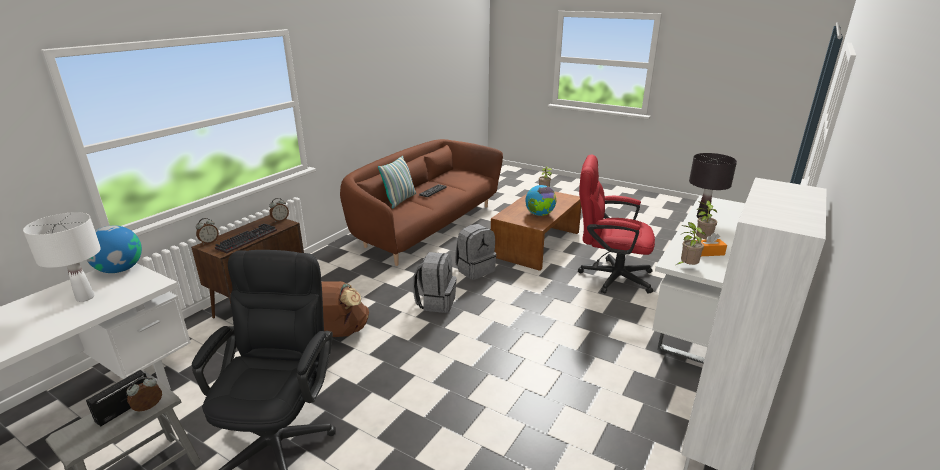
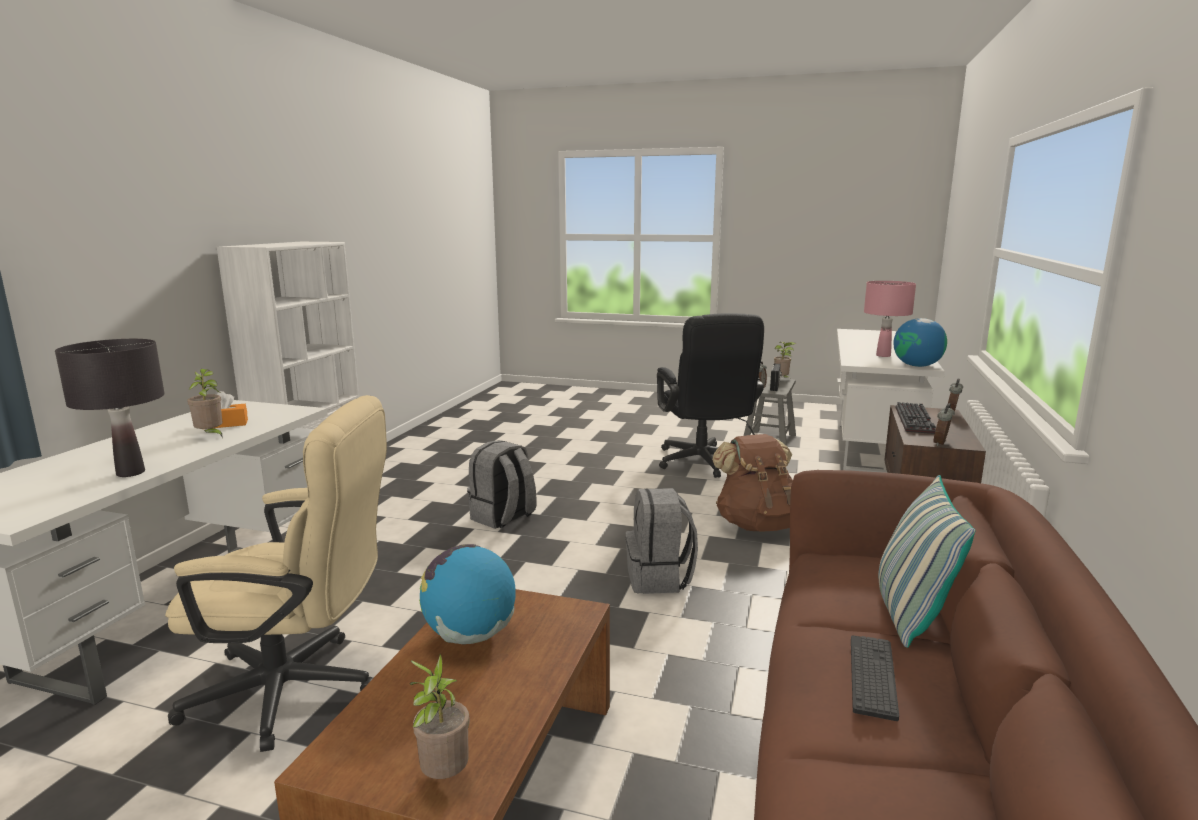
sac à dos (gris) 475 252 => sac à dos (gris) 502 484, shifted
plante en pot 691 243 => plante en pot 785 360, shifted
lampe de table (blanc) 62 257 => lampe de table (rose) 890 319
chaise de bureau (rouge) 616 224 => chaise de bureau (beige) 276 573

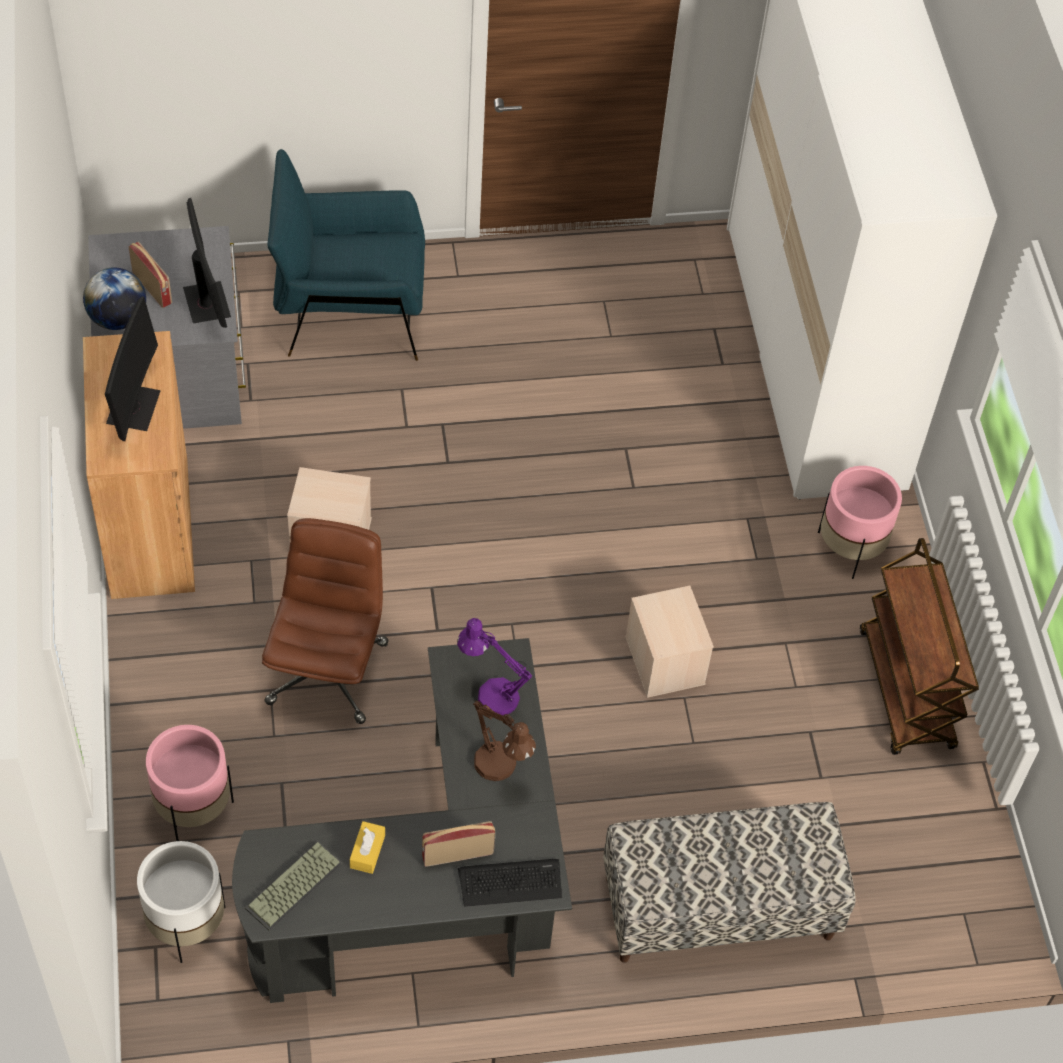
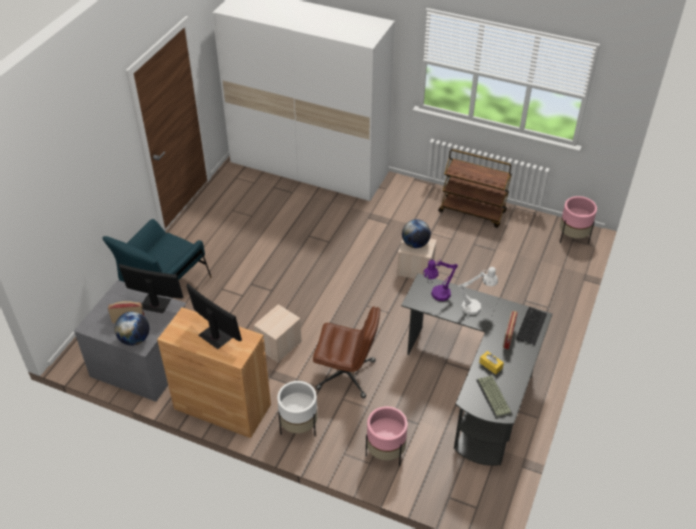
banc 729 882 => nothing
nothing => globe 416 233
cache-pot (blanc) 181 902 => cache-pot (blanc) 297 408, shifted
cache-pot (rose) 860 522 => cache-pot (rose) 578 220, shifted
lampe de table (marron) 504 741 => lampe de table (blanc) 478 291
chaise de bureau (marron) 325 621 => chaise de bureau (marron) 346 352, 150 degrees clockwise

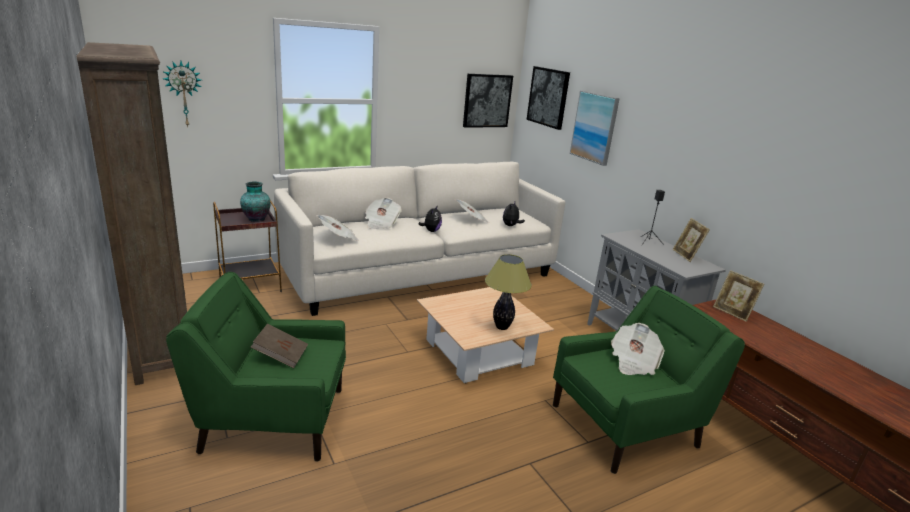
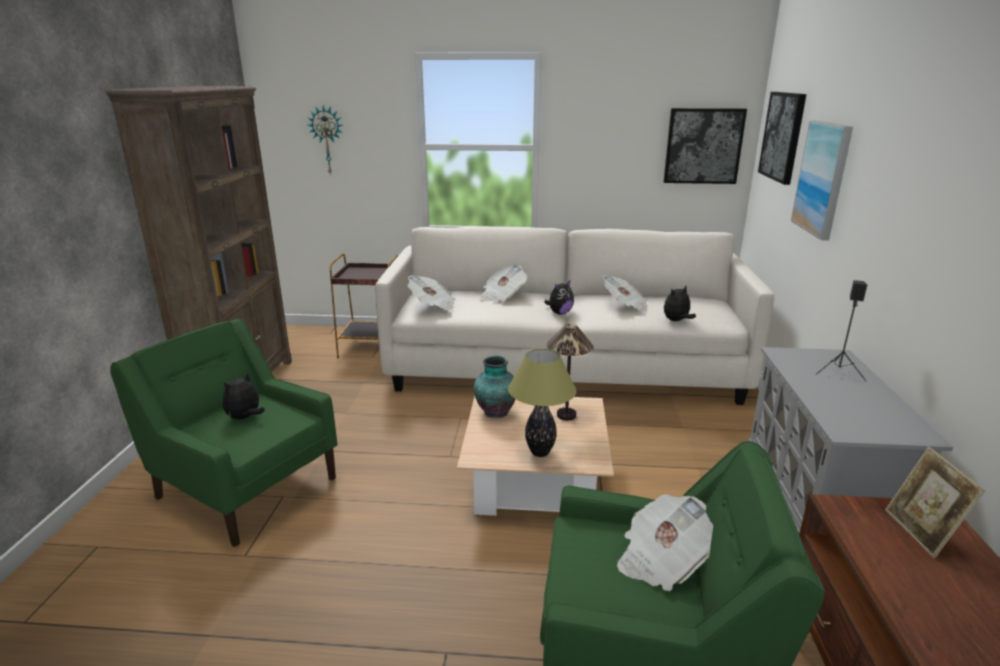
cadre photo 691 240 => nothing
nothing => lampe de table 570 372
vase 255 201 => vase 495 387, shifted
livre (marron) 279 346 => peluche 243 396

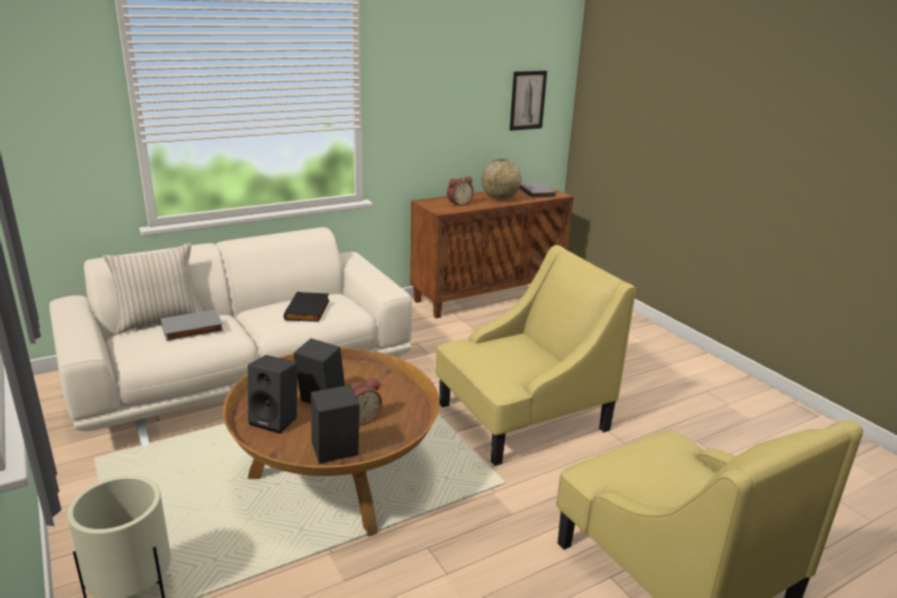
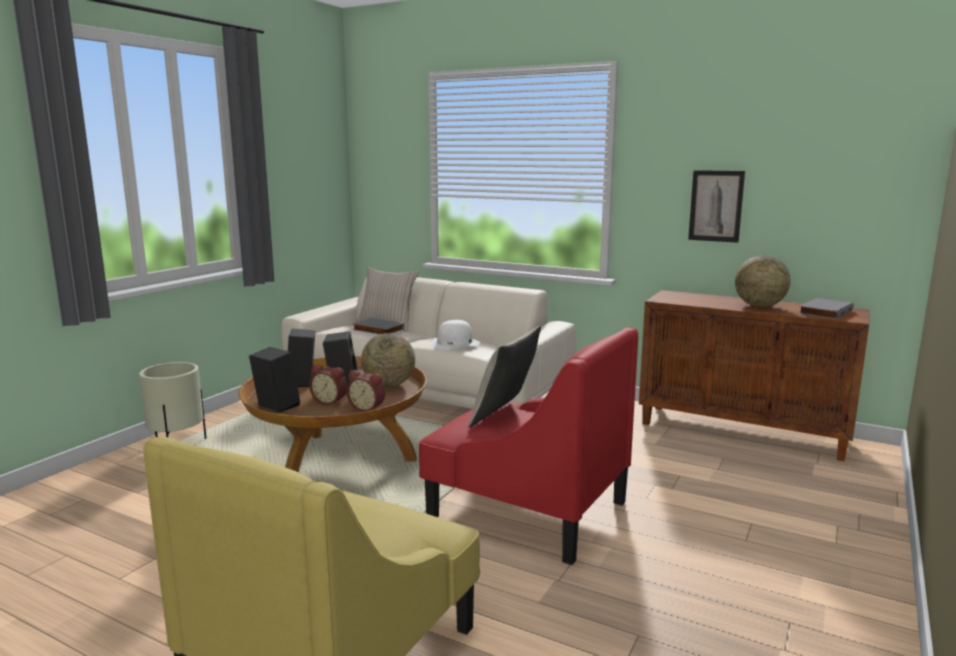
nothing => globe 388 360
nothing => coussin (beige) 505 376
réveil 460 191 => réveil 365 391, shifted
tableau 528 101 => tableau 716 206, shifted
livre (noir) 306 307 => chapeau (blanc) 454 334
fauteuil (jaune) 536 355 => fauteuil (rouge) 528 446

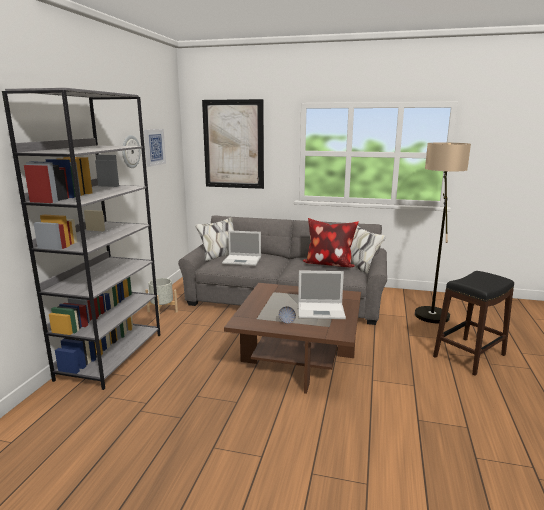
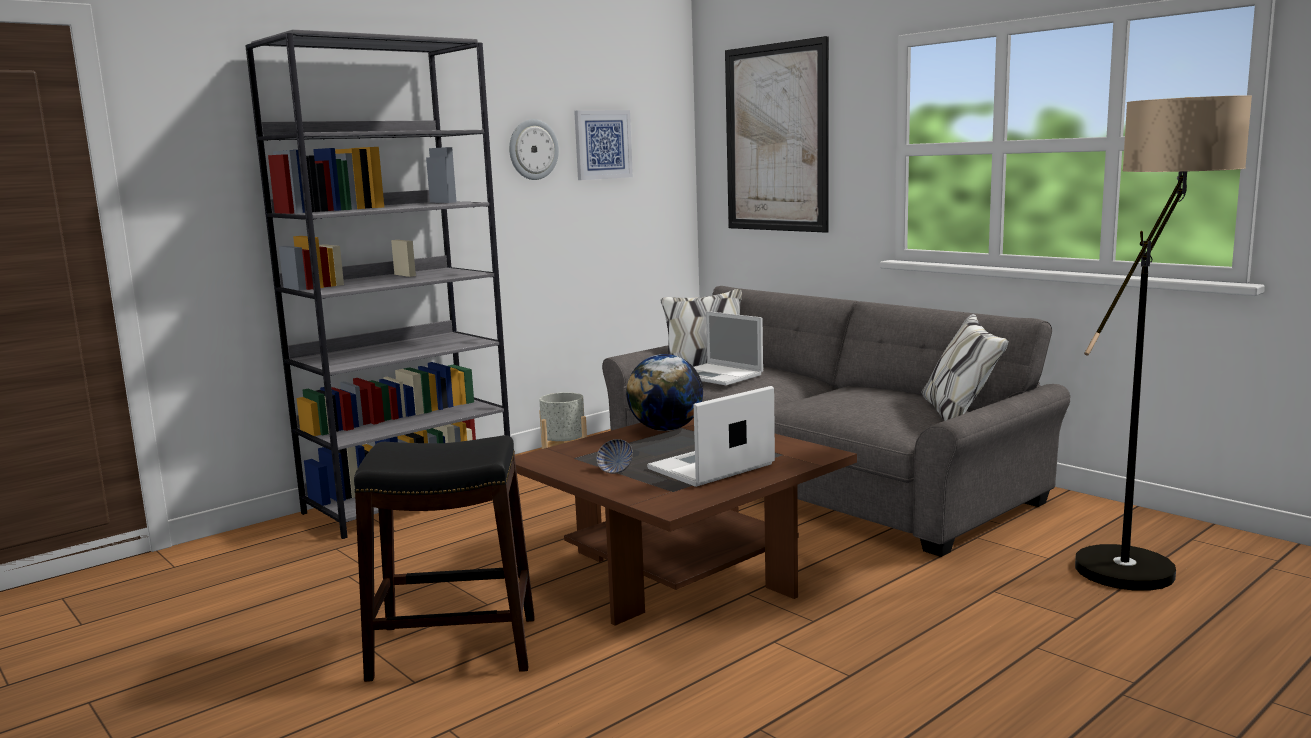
coussin 330 242 => nothing
nothing => globe 664 392
tabouret (noir) 473 323 => tabouret (noir) 444 558, shifted
ordinateur portable 322 294 => ordinateur portable 711 436, 105 degrees clockwise

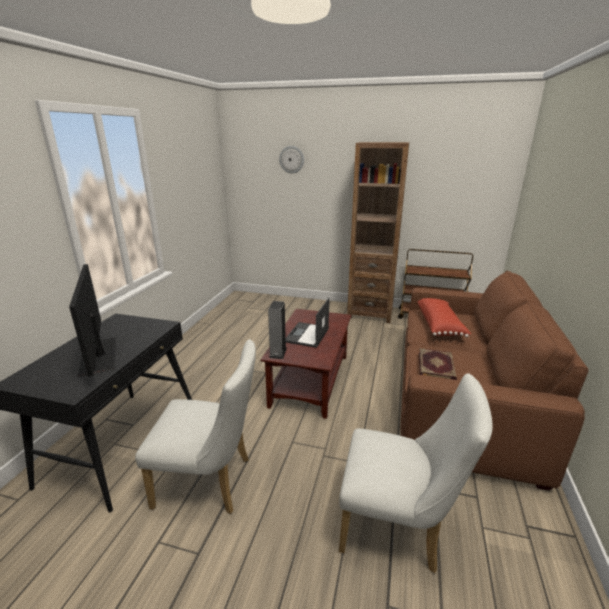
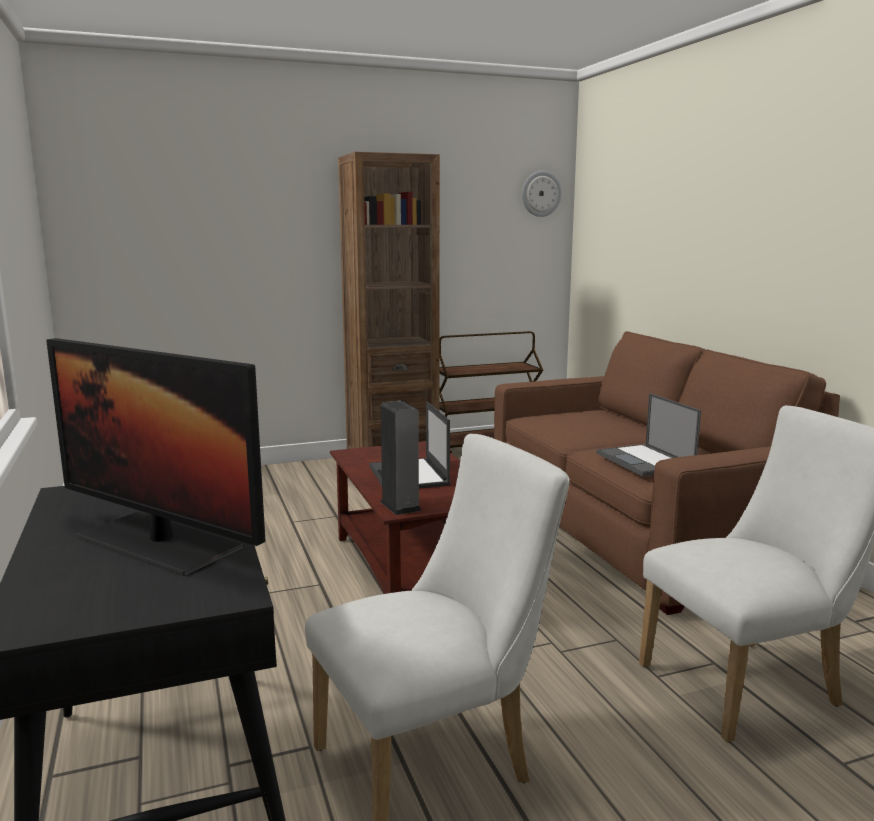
coussin (rouge) 444 317 => nothing
horloge murale 291 159 => horloge murale 542 194, shifted
livre 438 364 => ordinateur portable 648 435

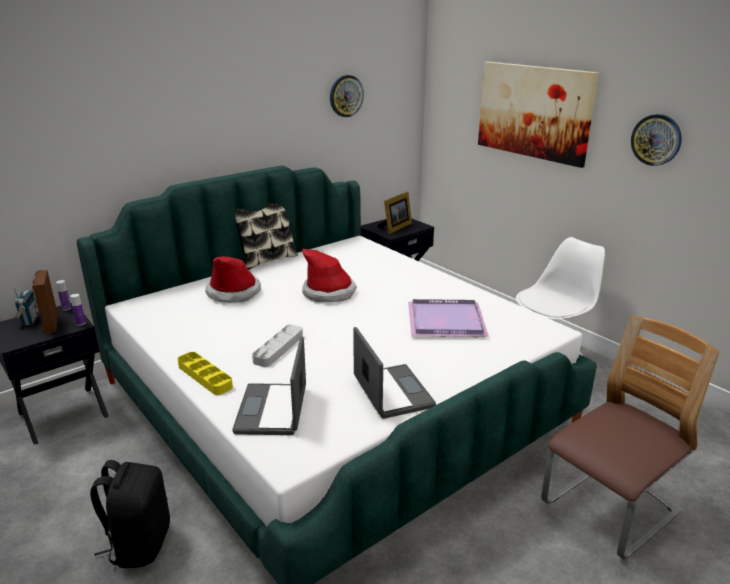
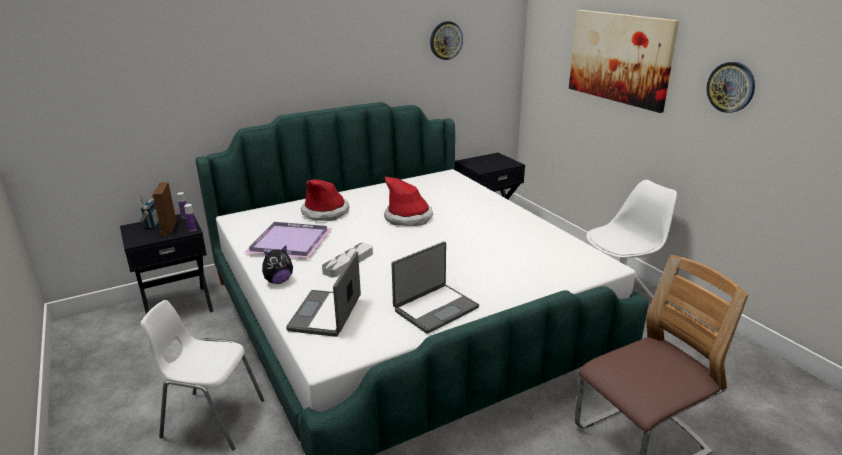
coussin 266 236 => nothing
cadre photo 394 213 => nothing
plateau (violet) 448 318 => plateau (violet) 288 240, shifted
sac à dos (noir) 130 514 => chaise (blanc) 202 375
plateau (jaune) 205 373 => peluche 277 265
ordinateur portable 394 373 => ordinateur portable 435 288, 60 degrees clockwise

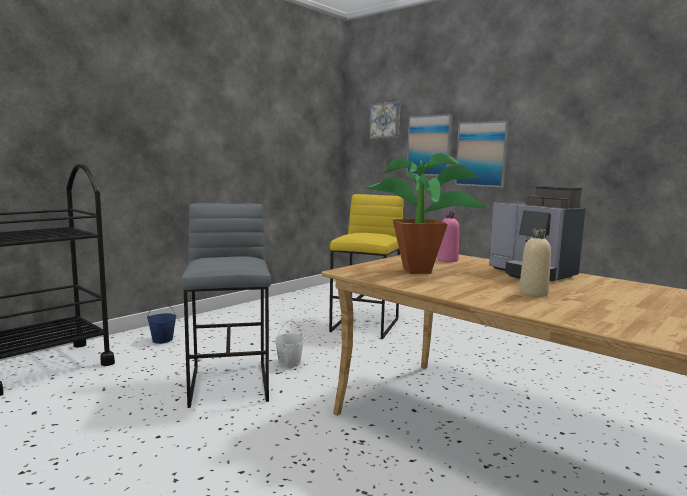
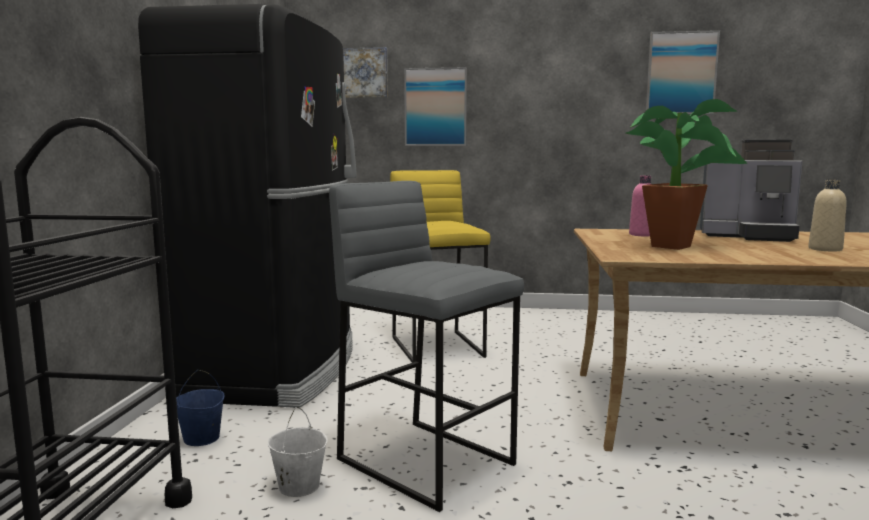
nothing => réfrigérateur (noir) 247 206
seau (blanc) 290 344 => seau (blanc) 298 452, shifted
tableau 482 154 => tableau 683 72, shifted

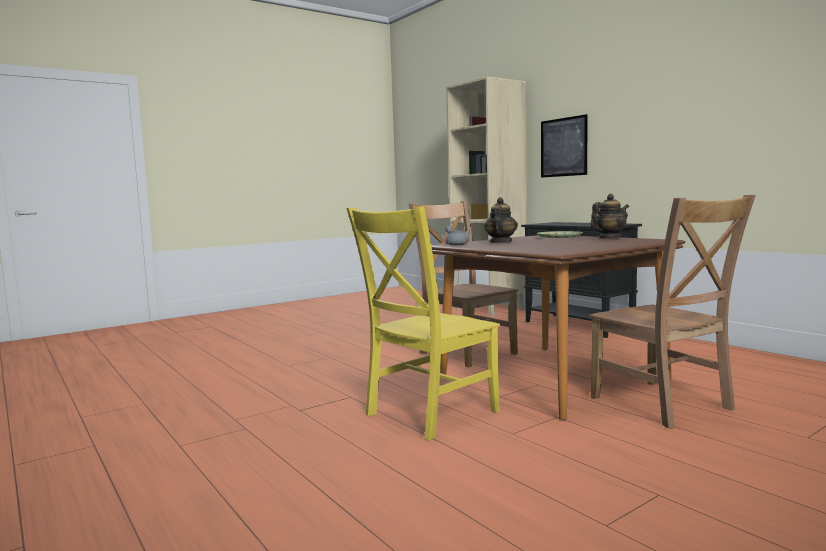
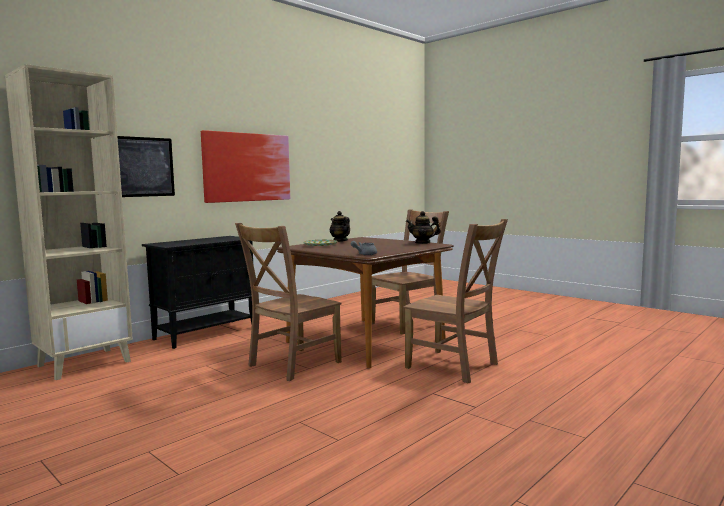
nothing => tableau 245 166
théière 501 220 => théière 423 227, shifted
chaise (jaune) 423 323 => chaise (marron) 455 301

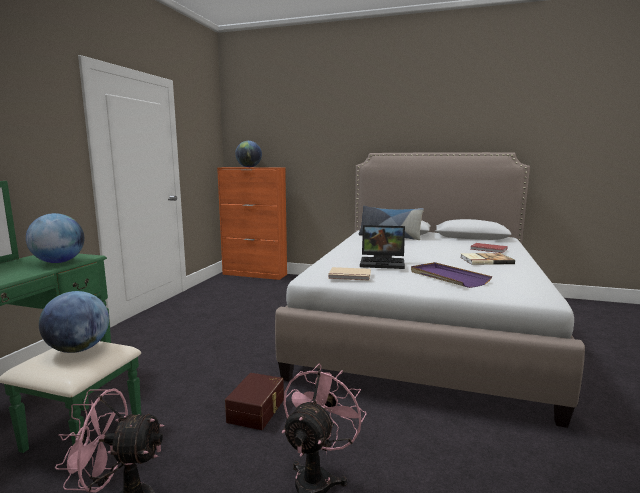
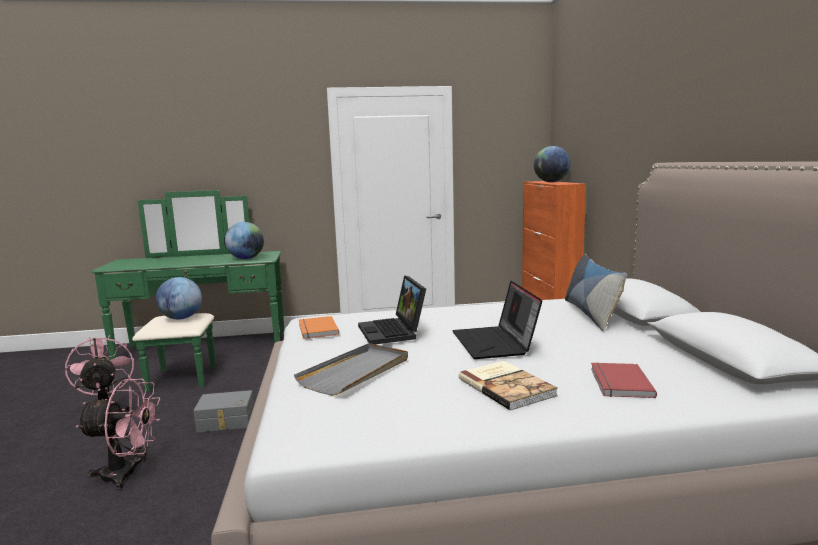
nothing => ordinateur portable 497 320
boîte de rangement (marron) 254 401 => boîte de rangement (gris) 223 411
livre (beige) 349 274 => livre (orange) 319 327
plateau (violet) 451 275 => plateau (gris) 351 369

